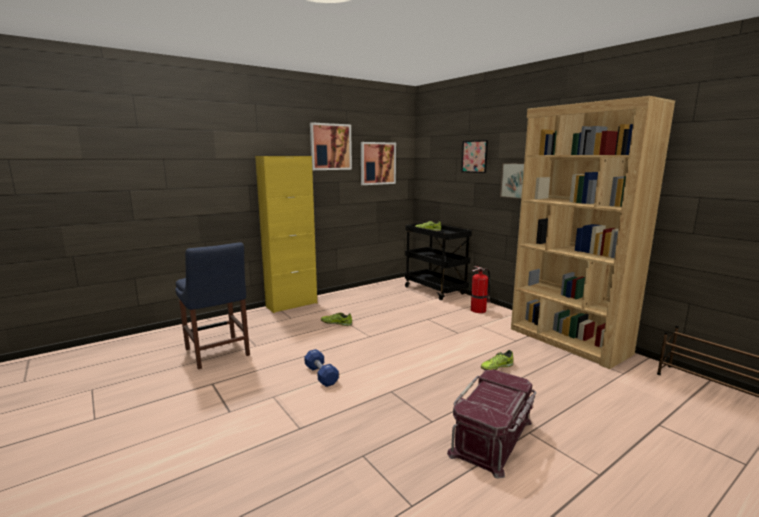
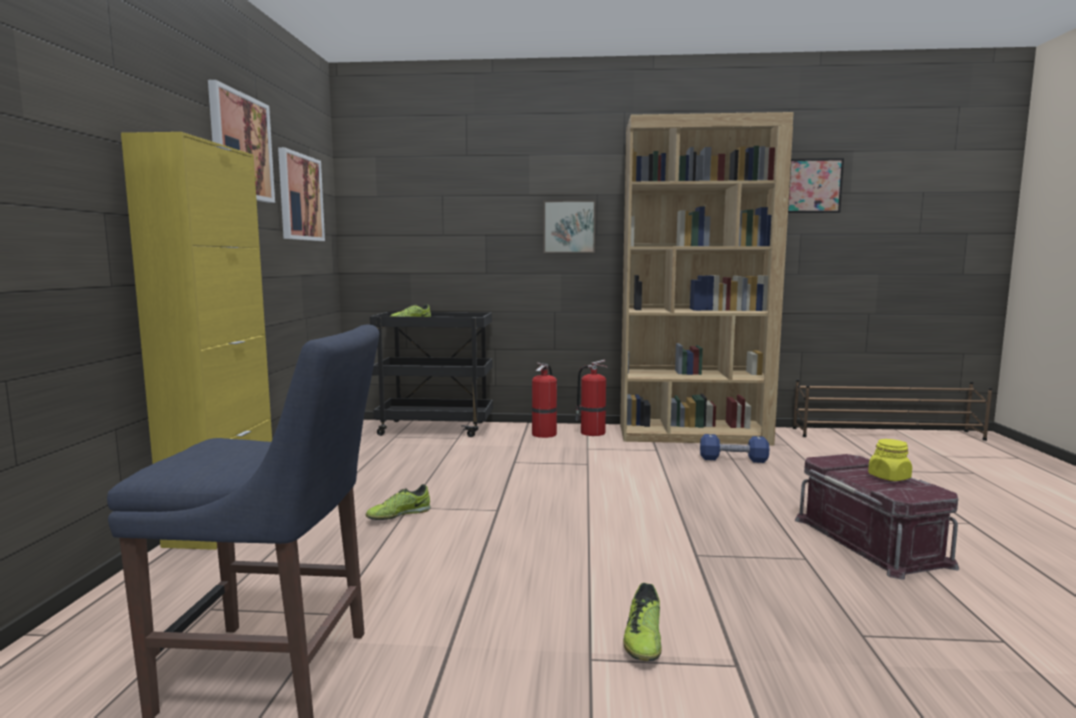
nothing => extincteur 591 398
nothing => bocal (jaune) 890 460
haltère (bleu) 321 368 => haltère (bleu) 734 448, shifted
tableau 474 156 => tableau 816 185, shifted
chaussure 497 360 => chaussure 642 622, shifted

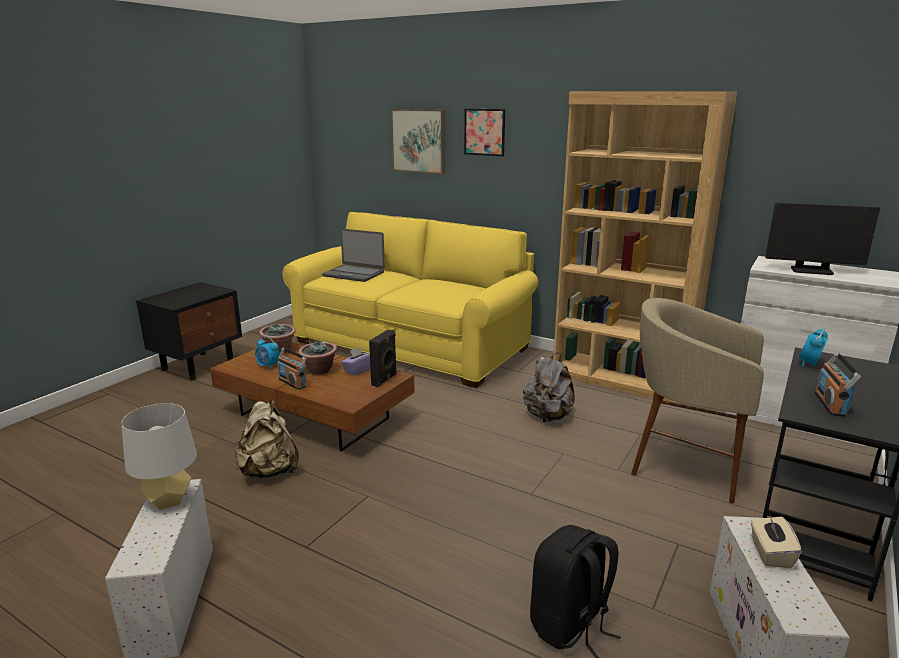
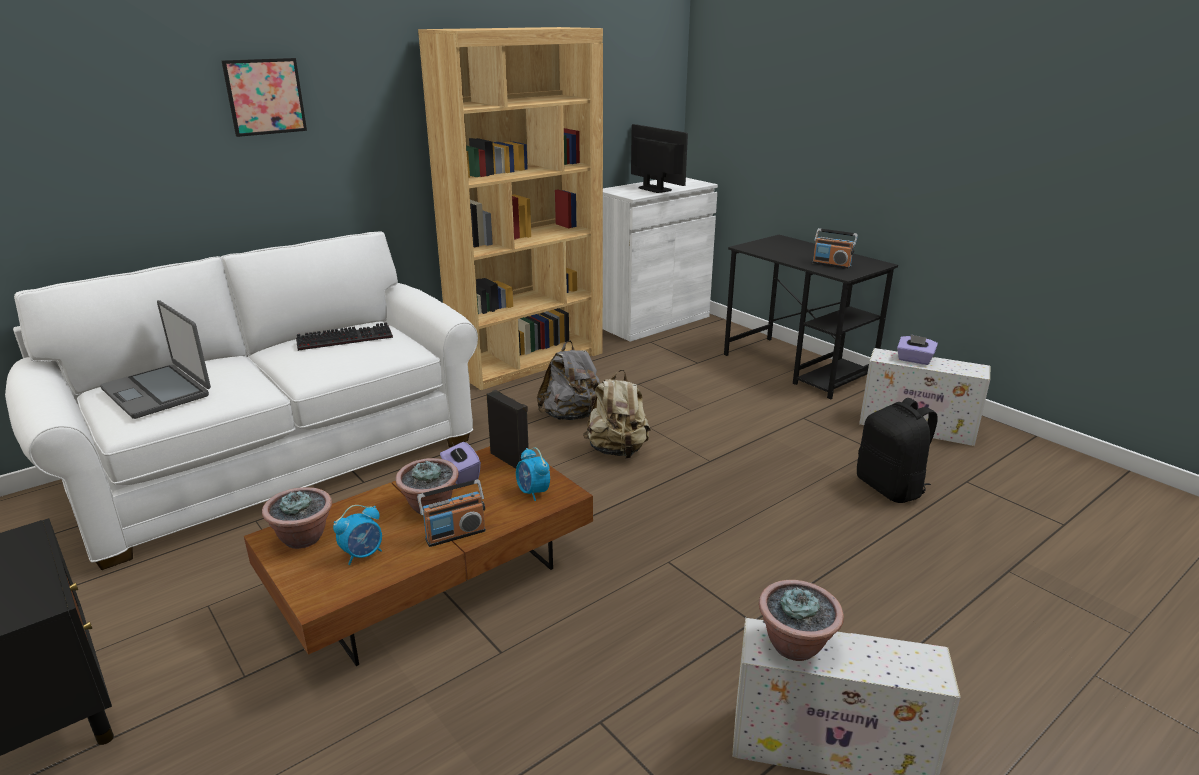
tableau 418 141 => nothing
tabouret (beige) 697 400 => nothing
nothing => clavier 344 336
sac à dos (beige) 267 439 => sac à dos (beige) 617 414, shifted
réveil 813 347 => réveil 533 474, shifted
lampe de table (gris) 159 456 => plante en pot 801 620
canapé (jaune) 410 300 => canapé (blanc) 241 400
boîte à mouchoirs (beige) 776 540 => boîte à mouchoirs (violet) 917 349
ordinateur portable 353 255 => ordinateur portable 155 359, 90 degrees clockwise
écran d'ordinateur 822 239 => écran d'ordinateur 659 158, 75 degrees counterclockwise

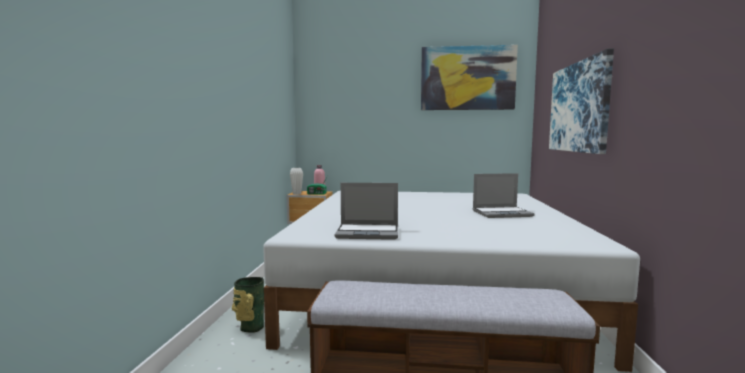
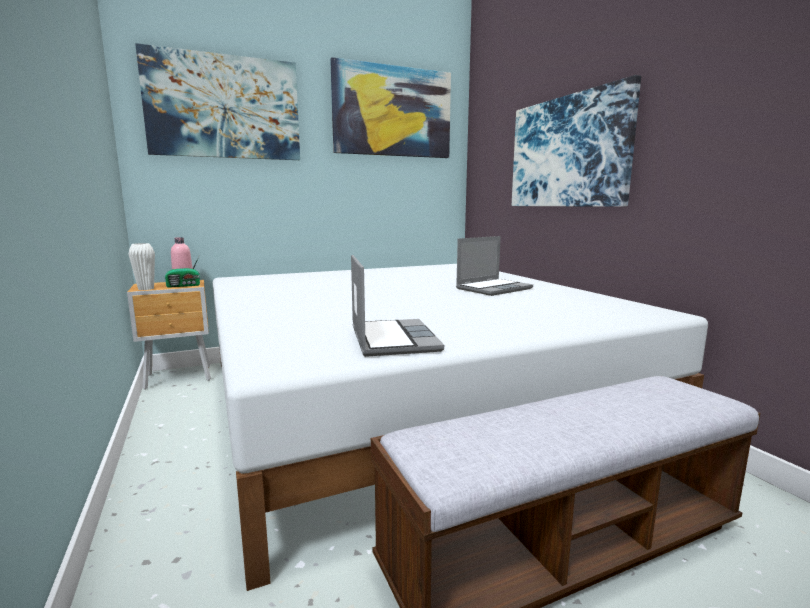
vase 248 305 => nothing
nothing => tableau 217 101
ordinateur portable 366 211 => ordinateur portable 397 306, 75 degrees counterclockwise

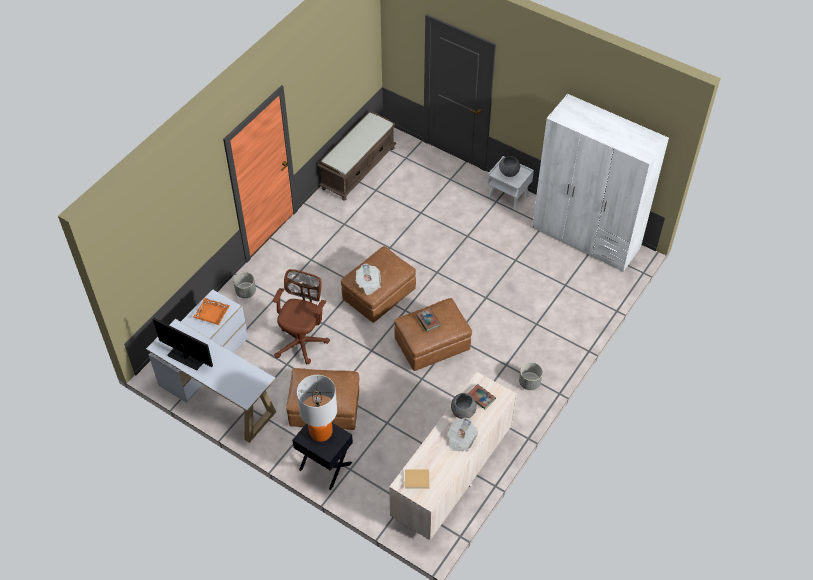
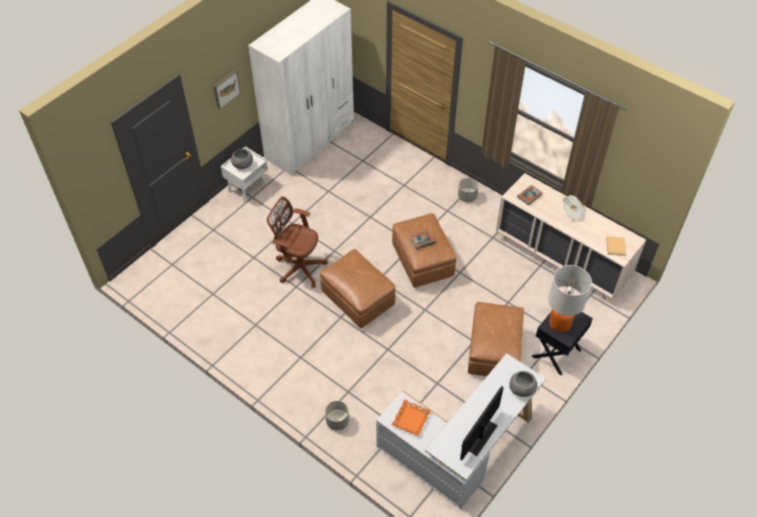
banc (marron) 357 156 => nothing
journal 368 279 => nothing
nothing => tableau 226 89
chaise de bureau (marron) 301 316 => chaise de bureau (marron) 297 242, shifted
bol (gris) 463 406 => bol (gris) 523 384, shifted

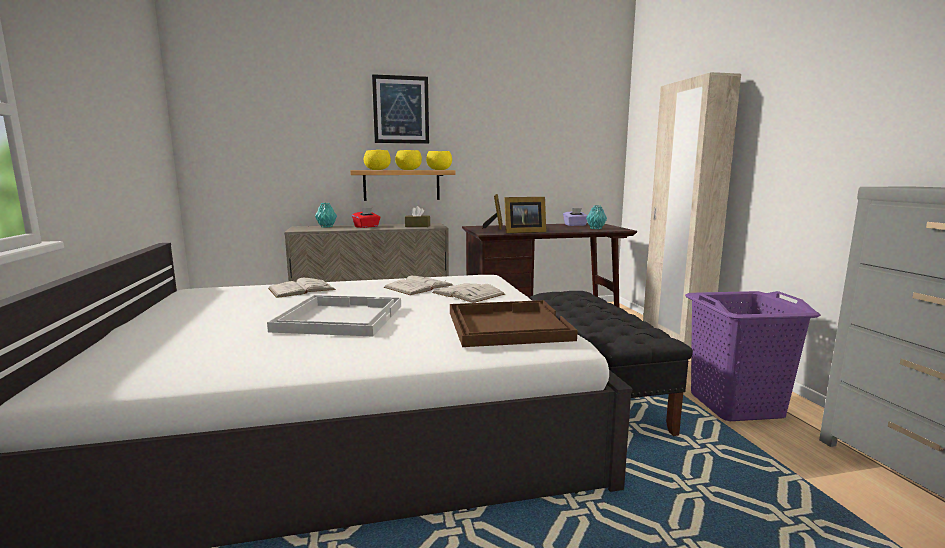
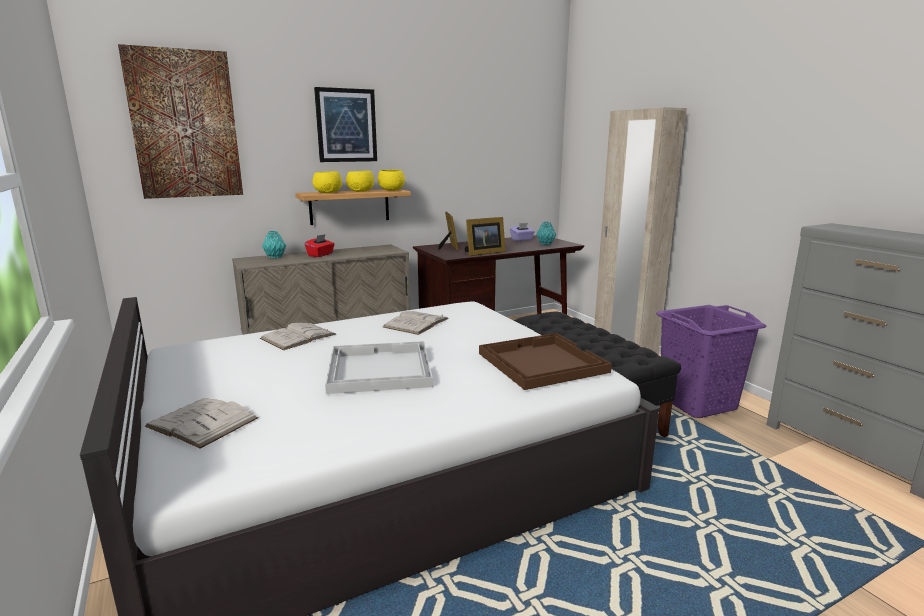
boîte à mouchoirs (marron) 417 216 => nothing
nothing => tableau 180 121
livre (blanc) 468 293 => livre (blanc) 201 423, shifted

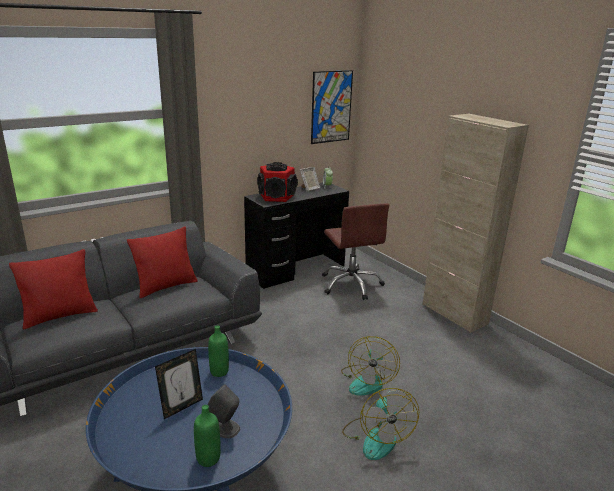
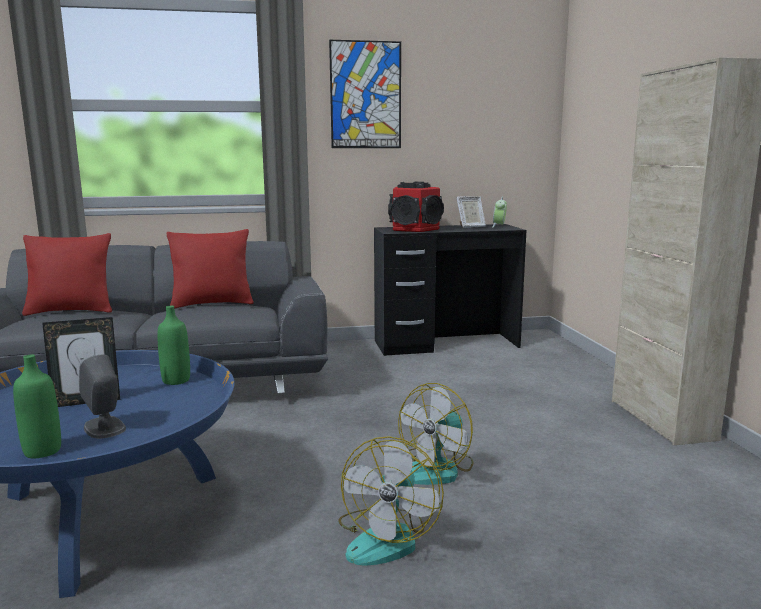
chaise de bureau (marron) 355 251 => nothing
tableau 332 107 => tableau 365 94, shifted

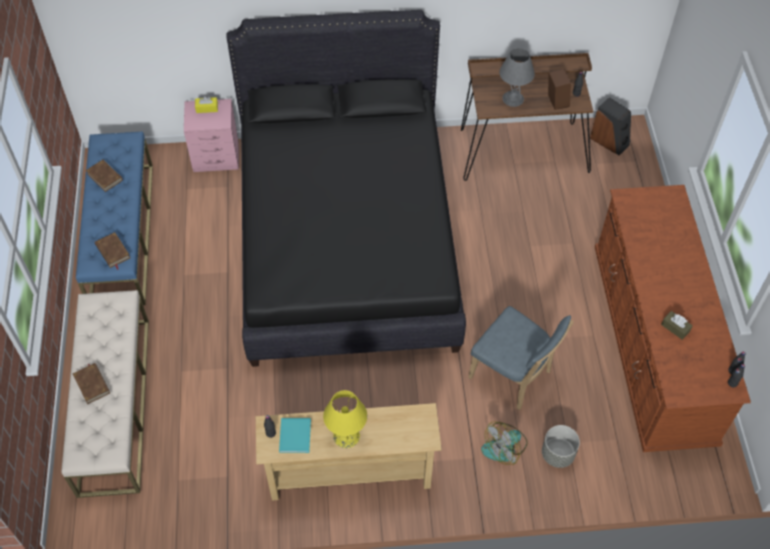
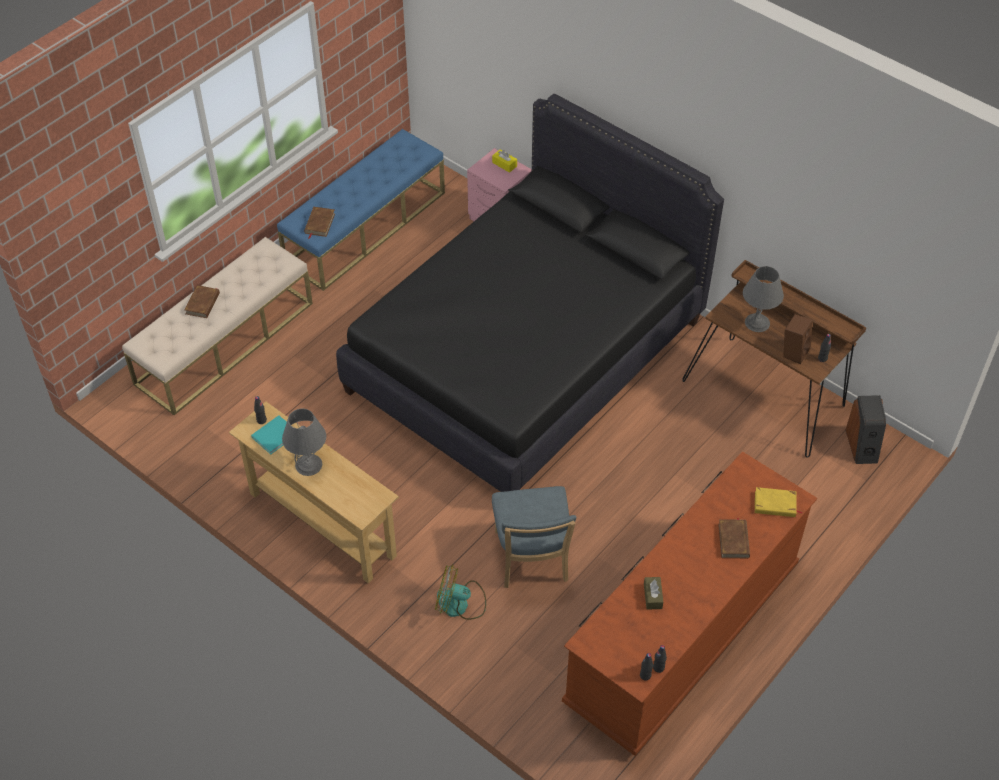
cache-pot (gris) 561 446 => nothing
nothing => livre (jaune) 779 502
livre (marron) 104 176 => livre (marron) 734 538, shifted
lampe de table (jaune) 345 419 => lampe de table (gris) 304 442

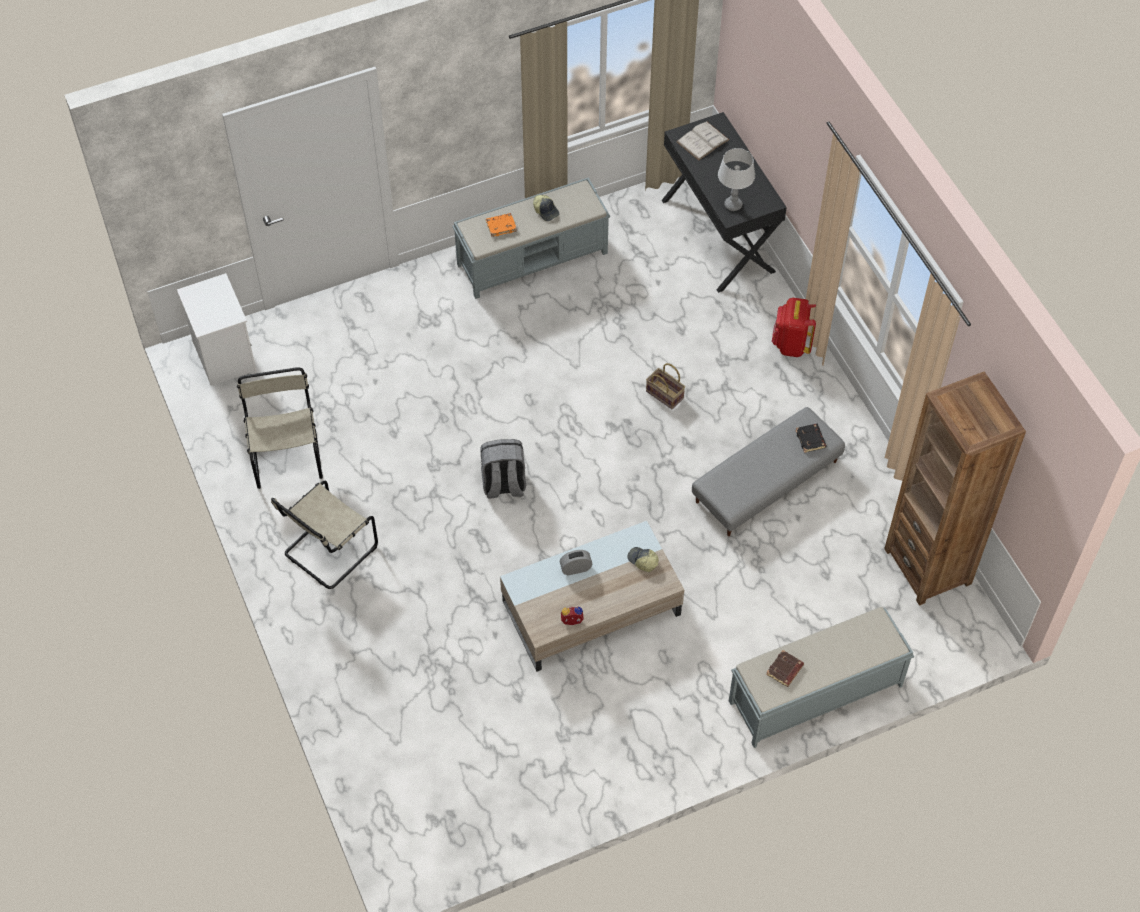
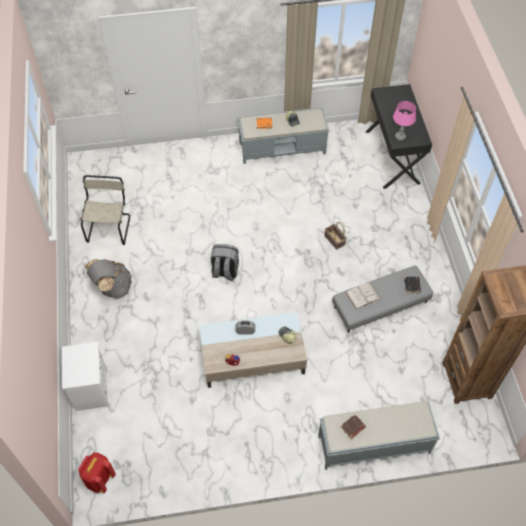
table de chevet (blanc) 217 329 => table de chevet (blanc) 85 376, shifted
livre (blanc) 703 141 => livre (blanc) 363 296, shifted
sac à dos (rouge) 794 327 => sac à dos (rouge) 97 472, shifted
chaise (beige) 324 535 => sac à dos (gris) 108 279
lampe de table (gris) 736 179 => lampe de table (rose) 404 120

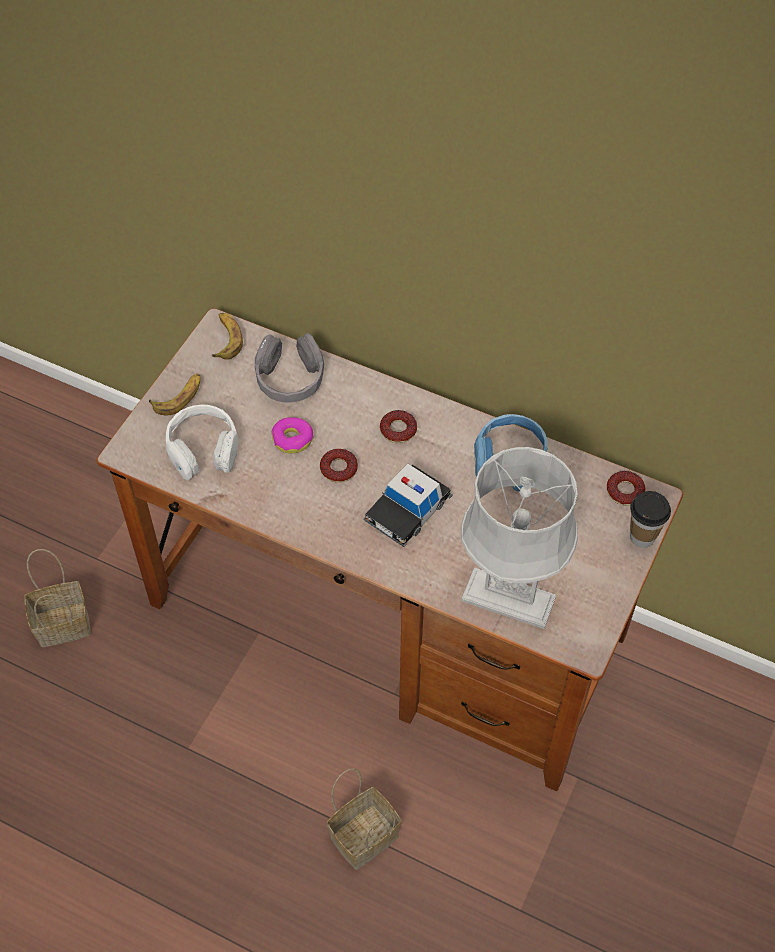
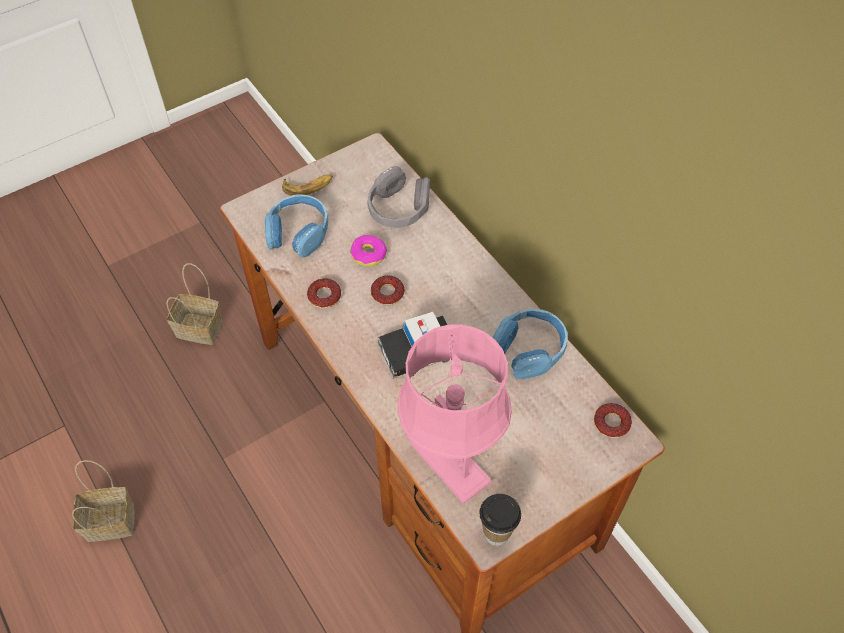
banane 227 336 => nothing
panier 364 819 => panier 103 501, shifted
beignet 398 426 => beignet 324 293, shifted
tasse 650 519 => tasse 500 520, shifted
casque audio (blanc) 202 442 => casque audio (bleu) 296 226
lampe de table (gris) 519 538 => lampe de table (rose) 455 414

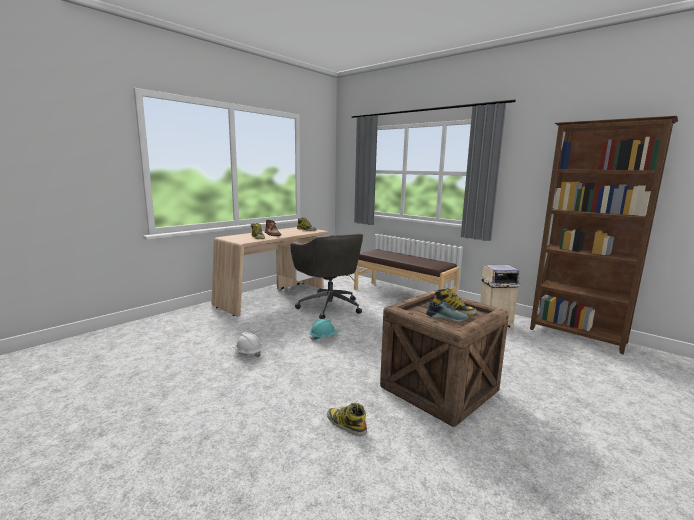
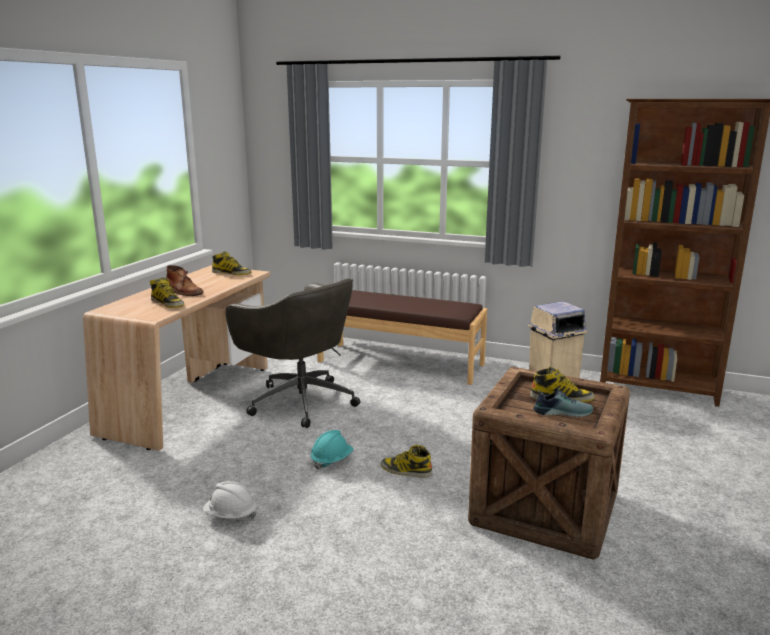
botte 347 419 => botte 406 461, shifted

